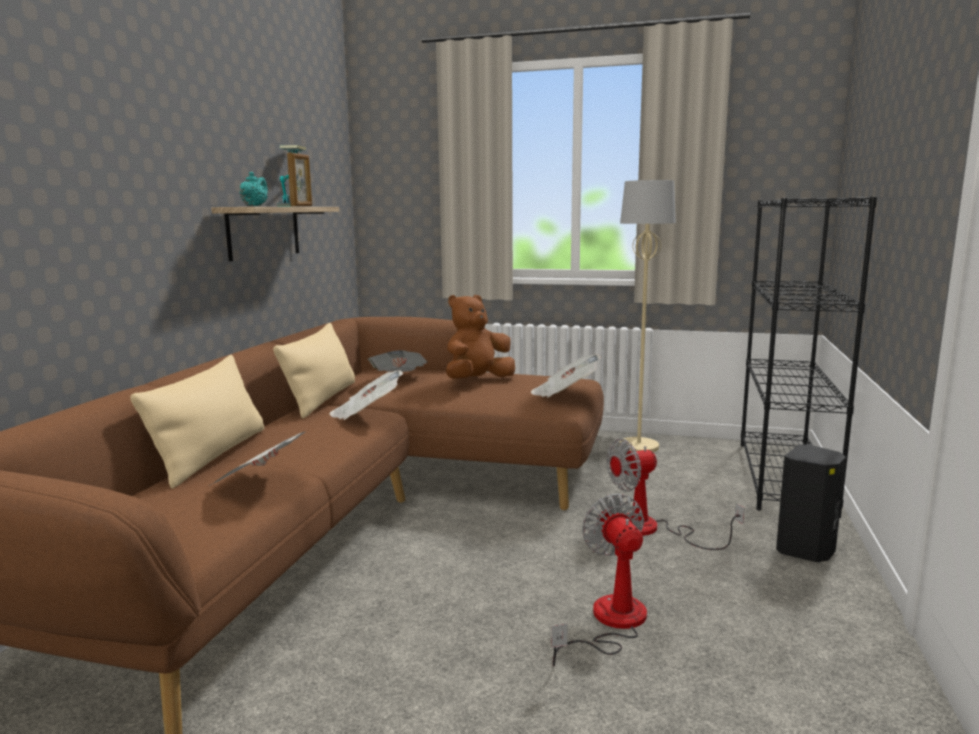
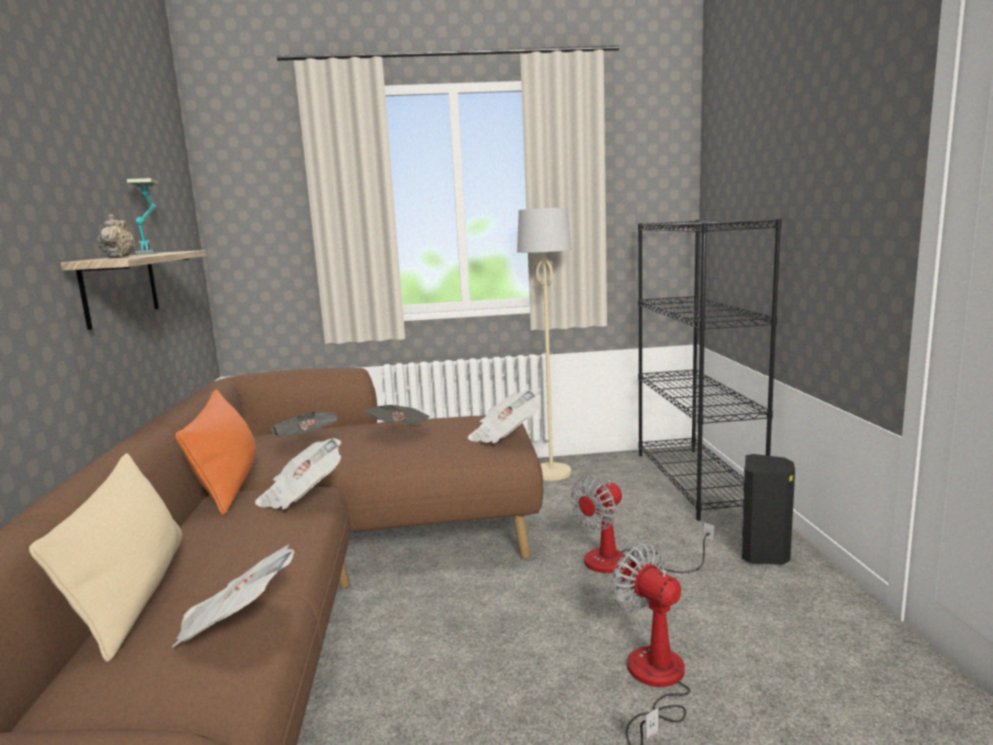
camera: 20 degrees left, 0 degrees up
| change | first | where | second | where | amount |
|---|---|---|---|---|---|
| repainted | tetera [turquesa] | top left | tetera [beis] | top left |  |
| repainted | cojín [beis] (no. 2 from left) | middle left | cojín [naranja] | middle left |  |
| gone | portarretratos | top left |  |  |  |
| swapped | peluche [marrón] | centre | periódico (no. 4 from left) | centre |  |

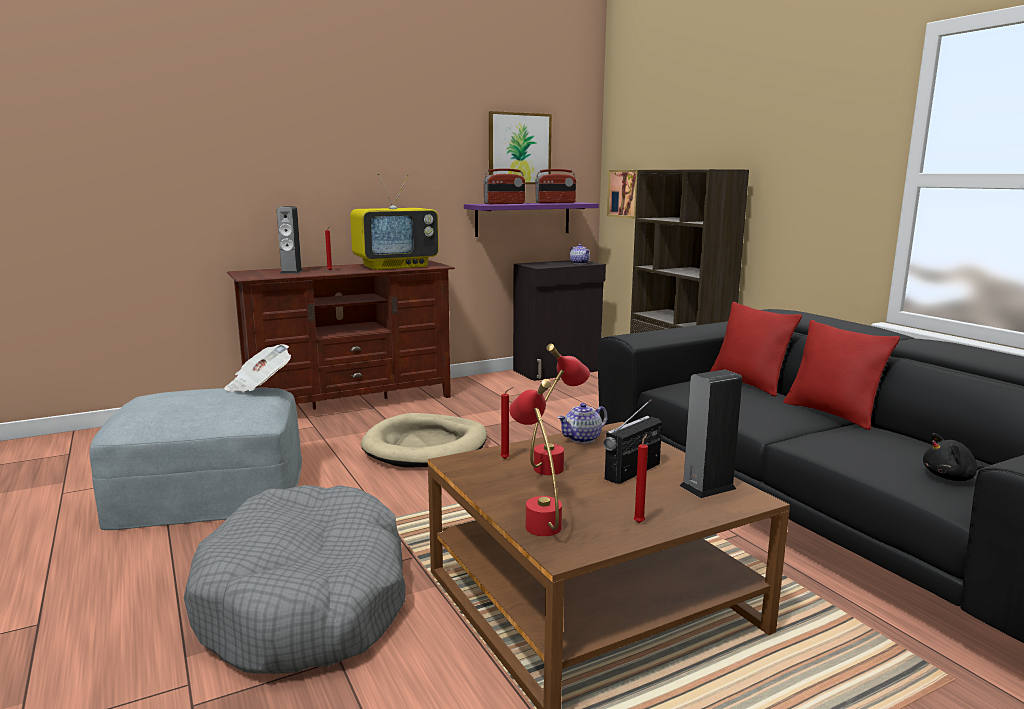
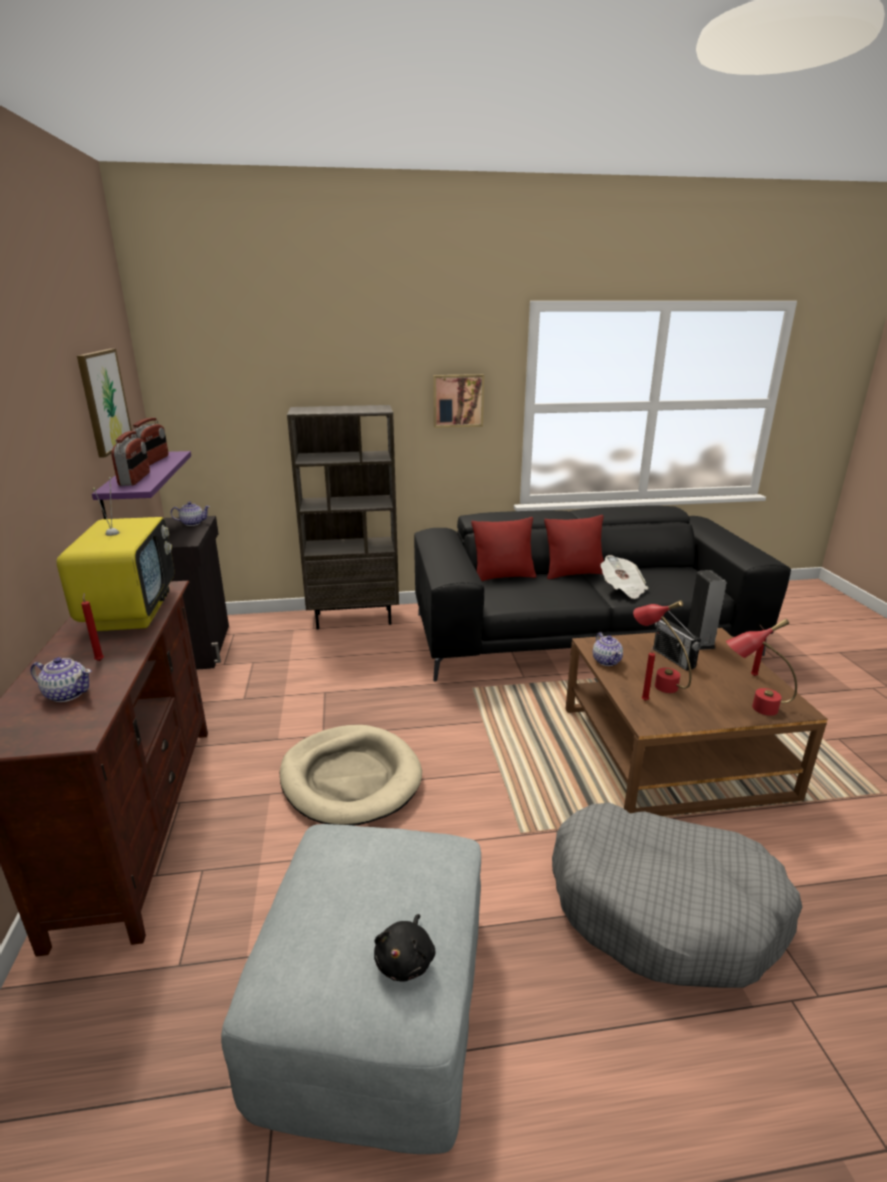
camera: 70 degrees left, 10 degrees up
| change | first | where | second | where | amount |
|---|---|---|---|---|---|
| shifted | periódico | middle left |  | middle right |  |
| swapped | altavoz (no. 1 from left) | middle left | tetera (no. 1 from left) | middle left |  |
| shifted | cuadro (no. 2 from left) | top centre |  | centre |  |
| shifted | peluche [negro] | middle right |  | bottom centre |  |

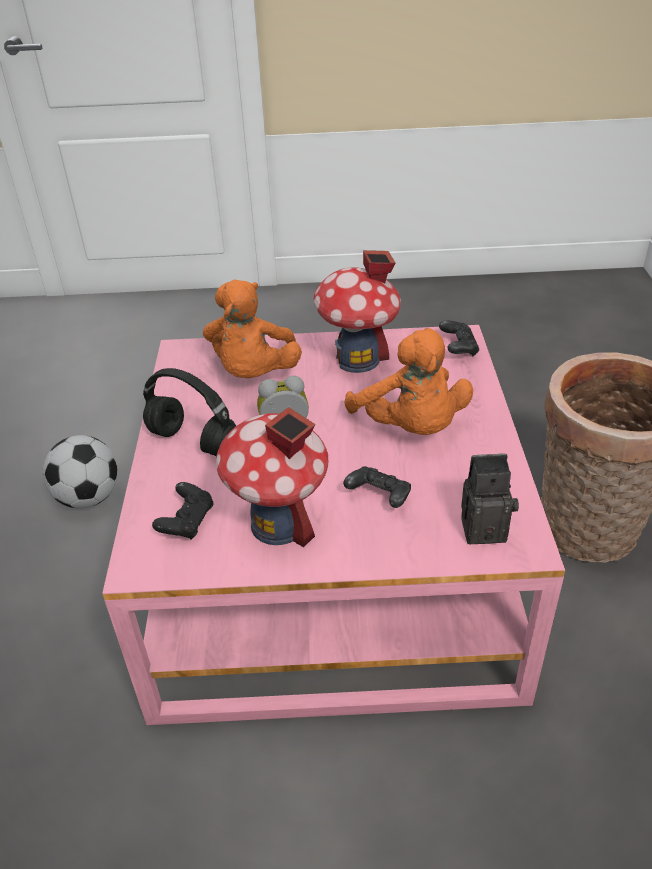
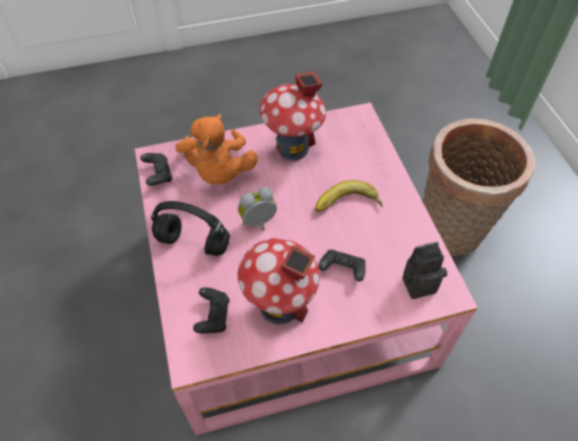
camera: 15 degrees left, 15 degrees up
| change | first | where | second | where | amount |
|---|---|---|---|---|---|
| gone | balón de fútbol | middle left |  |  |  |
| swapped | peluche [naranja] (no. 2 from left) | centre | plátano | centre |  |
| shifted | mando de consola [negro] (no. 3 from left in the first image) | middle right | mando de consola [negro] (no. 1 from left) | middle left |  |

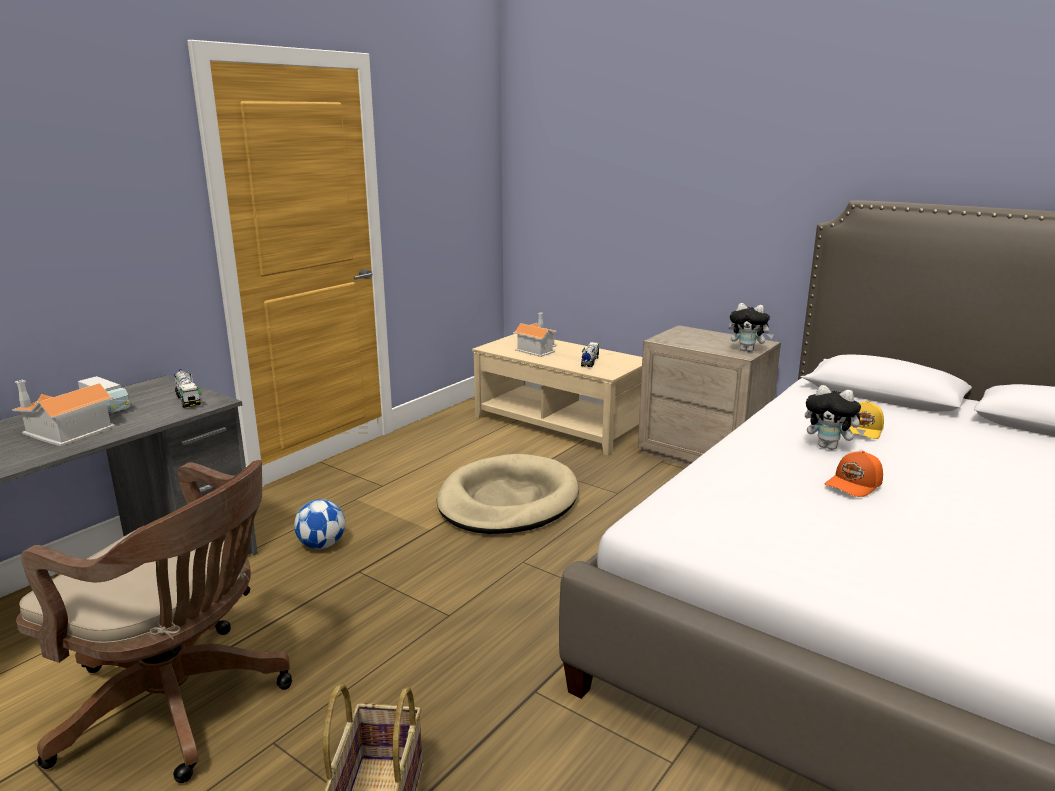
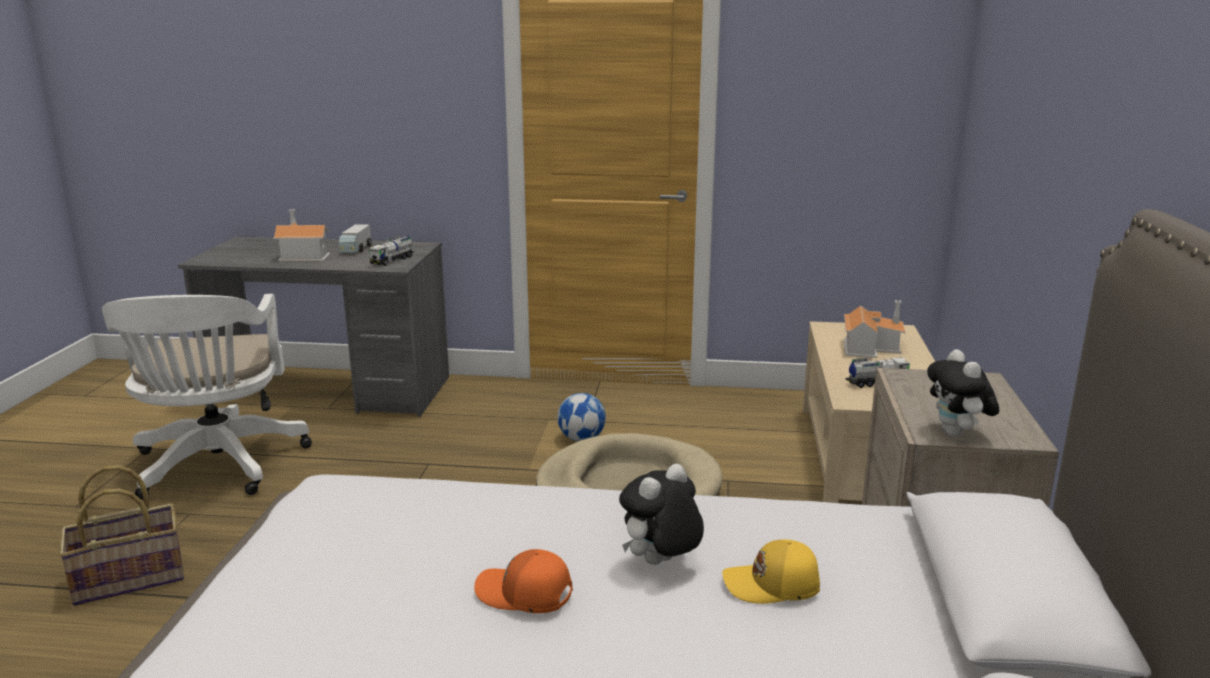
camera: 60 degrees right, 0 degrees up
| change | first | where | second | where | amount |
|---|---|---|---|---|---|
| repainted | silla de oficina [marrón] | bottom left | silla de oficina [blanco] | middle left |  |
| shifted | balón de fútbol | middle left |  | centre |  |
| rotated | peluche (no. 2 from left in the first image) | middle right | peluche (no. 1 from left) | bottom centre | 45 degrees clockwise |

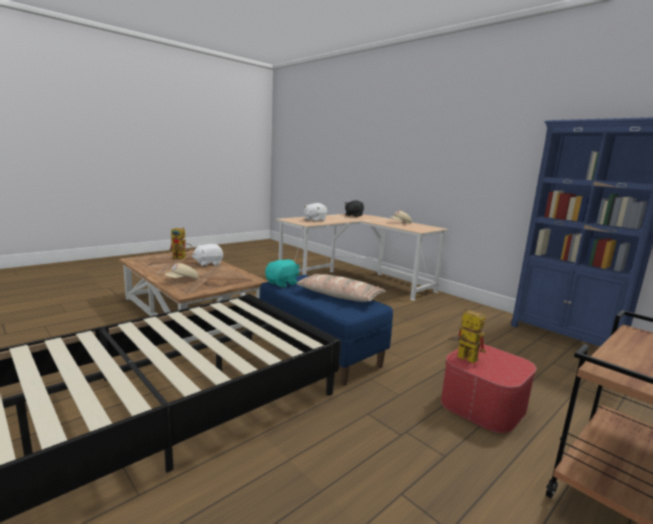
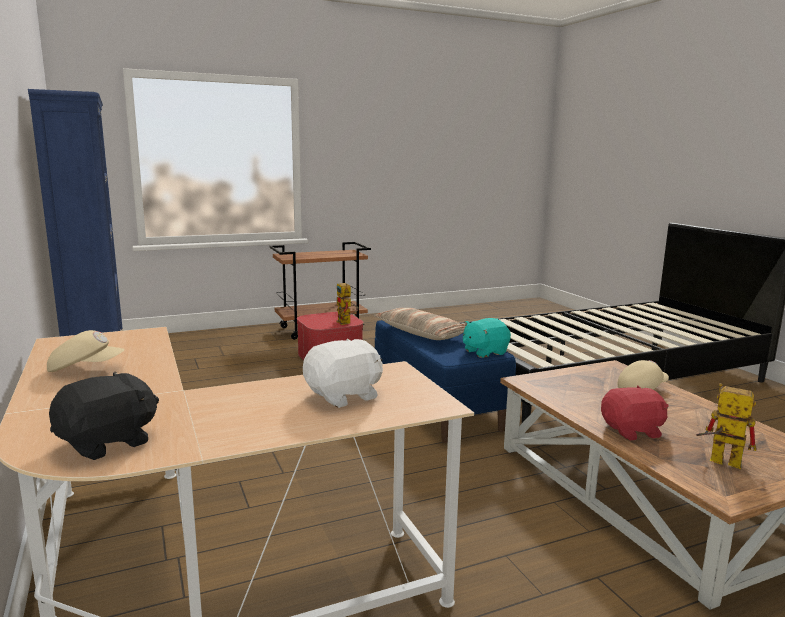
camera: 160 degrees left, 0 degrees up
| change | first | where | second | where | amount |
|---|---|---|---|---|---|
| repainted | peluche [blanco] (no. 1 from left) | middle left | peluche [rojo] | bottom right |  |

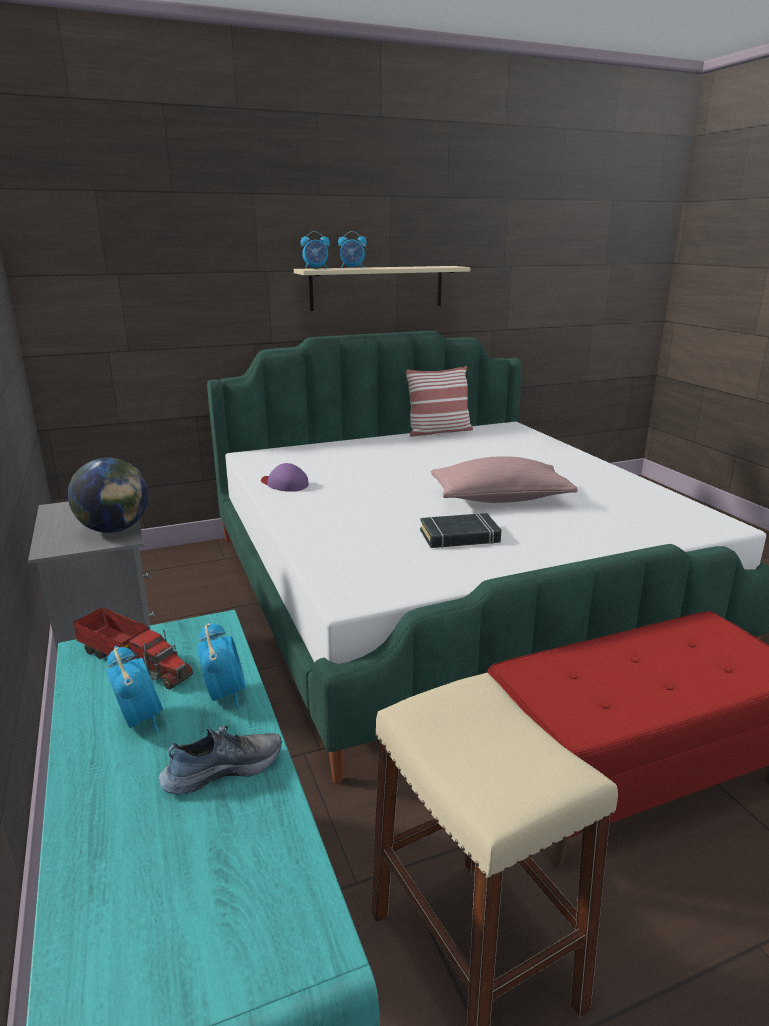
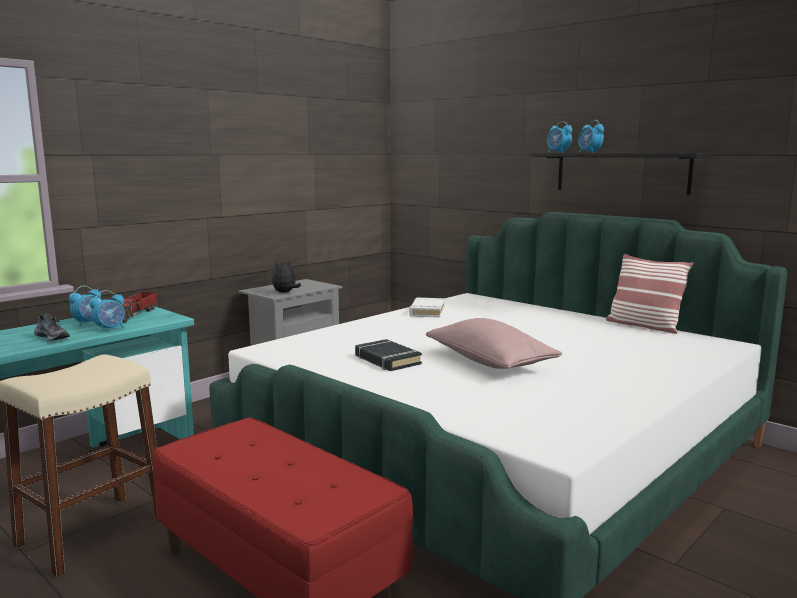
camera: 65 degrees right, 10 degrees down
| change | first | where | second | where | amount |
|---|---|---|---|---|---|
| swapped | globo terráqueo | middle left | peluche | centre |  |
| swapped | gorra [morado] | centre | libro [blanco] | centre |  |
| repainted | estante [beis] | top centre | estante [negro] | top right |  |

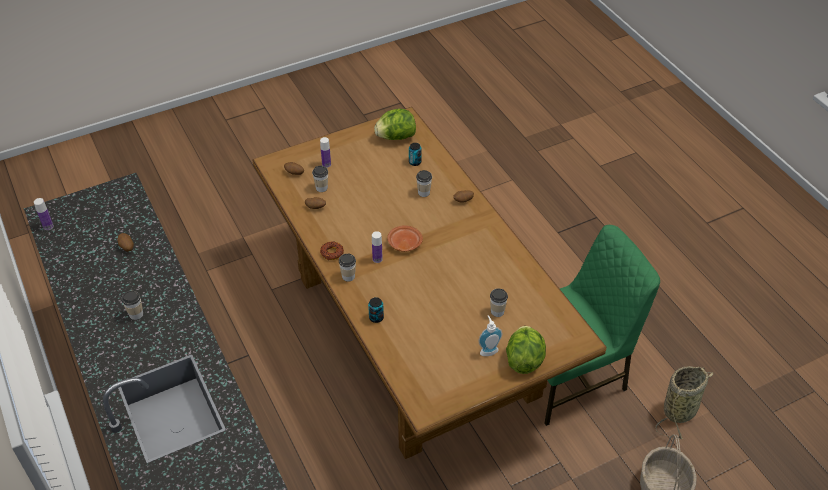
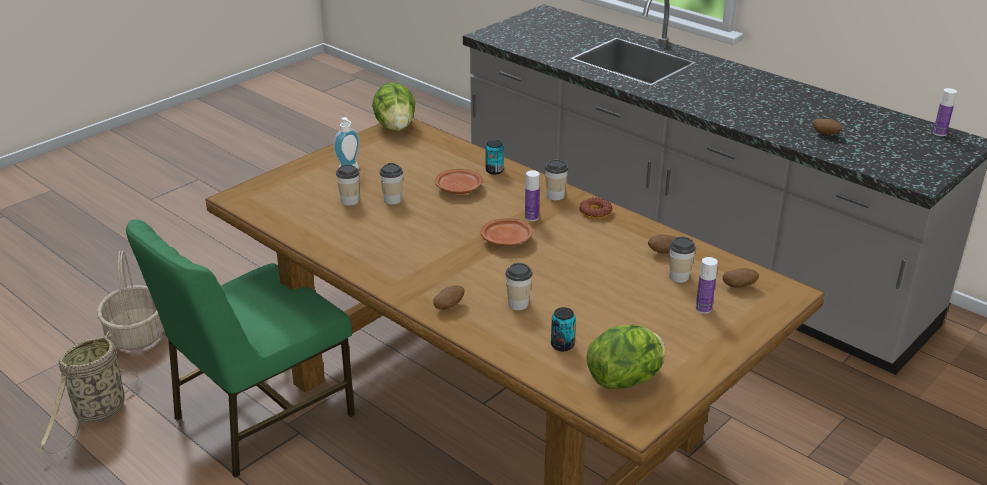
camera: 160 degrees right, 15 degrees down
| change | first | where | second | where | amount |
|---|---|---|---|---|---|
| shifted | taza (no. 1 from left in the first image) | middle left | taza (no. 2 from left) | centre |  |
| shifted | lechuga (no. 2 from left in the first image) | bottom centre | lechuga (no. 1 from left) | top centre |  |
| new |  |  | plato [marrón] (no. 1 from left) | centre |  |

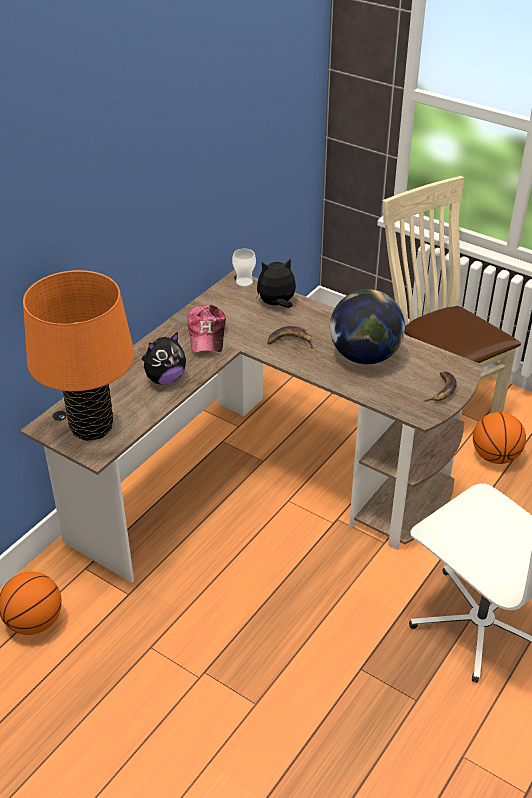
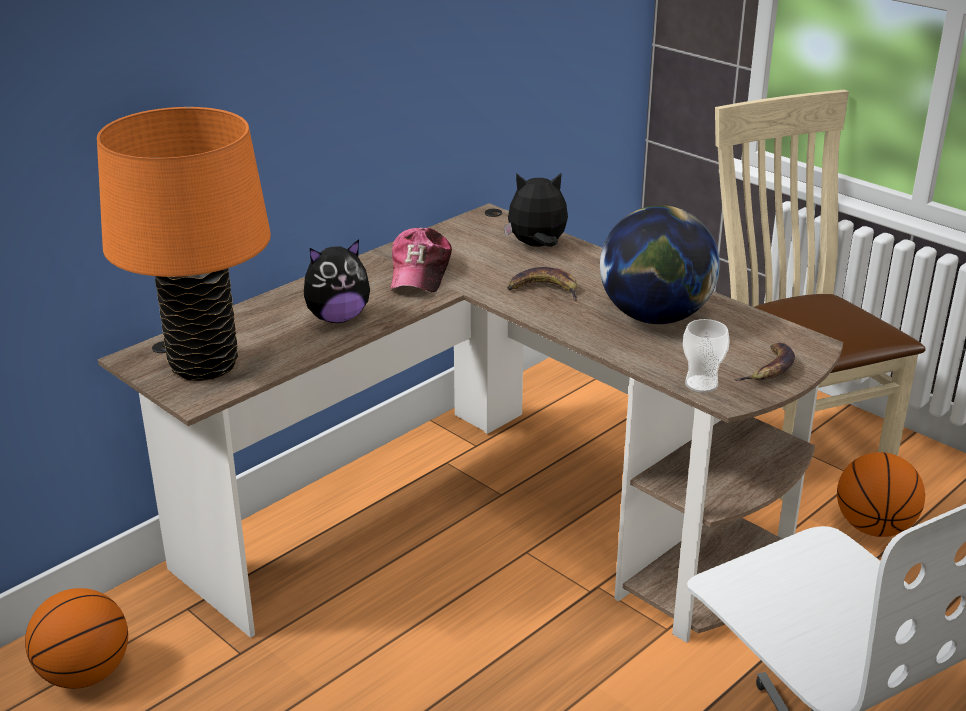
camera: 10 degrees right, 10 degrees down
| change | first | where | second | where | amount |
|---|---|---|---|---|---|
| shifted | taza | centre |  | middle right |  |

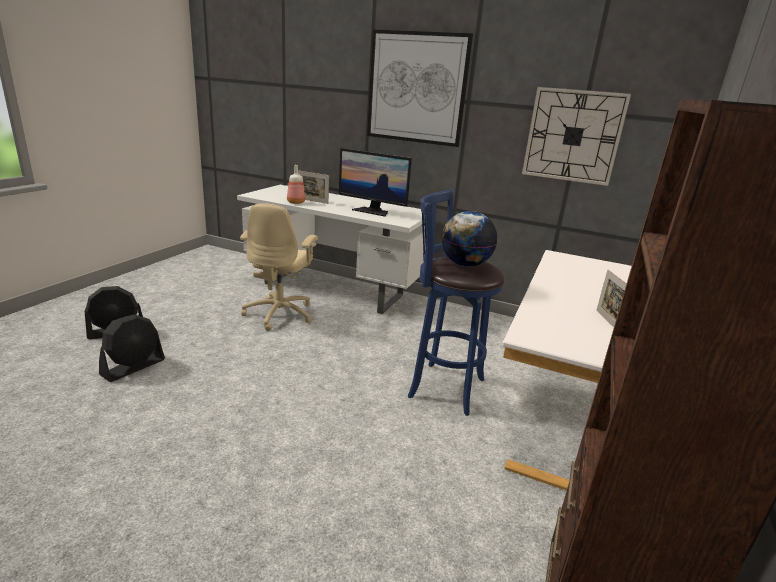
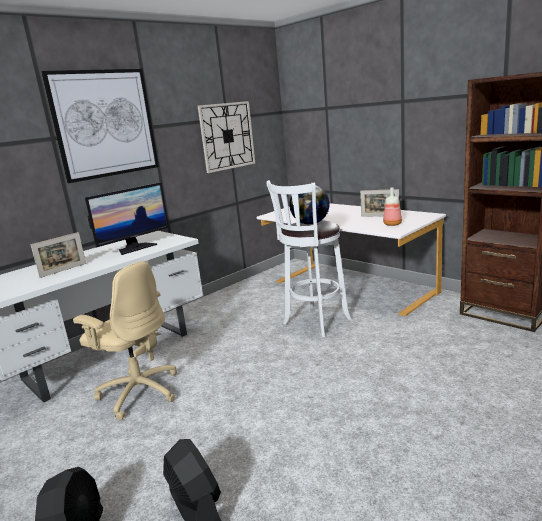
camera: 65 degrees left, 5 degrees down
| change | first | where | second | where | amount |
|---|---|---|---|---|---|
| shifted | botella | top centre |  | middle right |  |
| repainted | taburete [azul] | centre | taburete [blanco] | centre |  |

